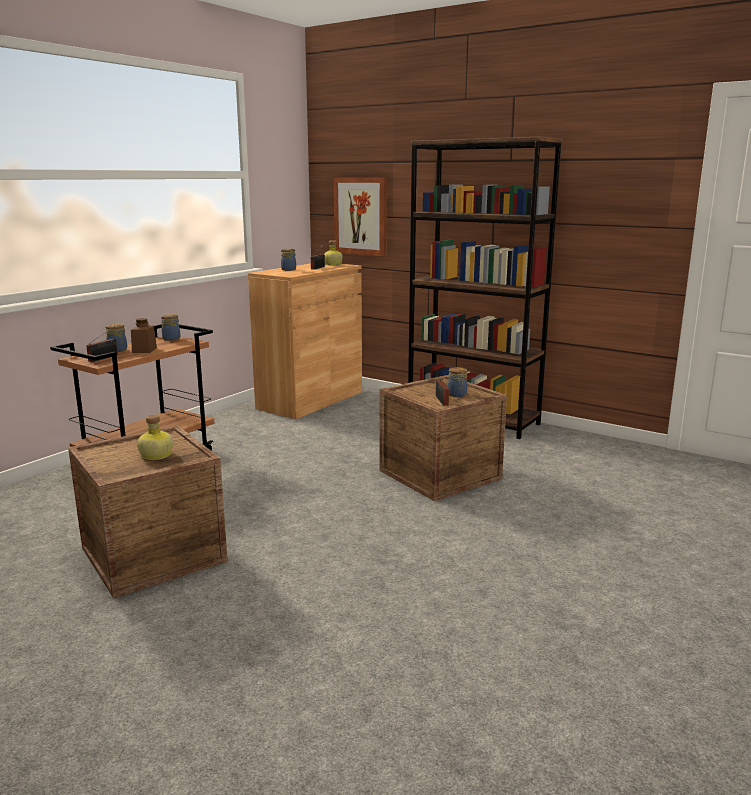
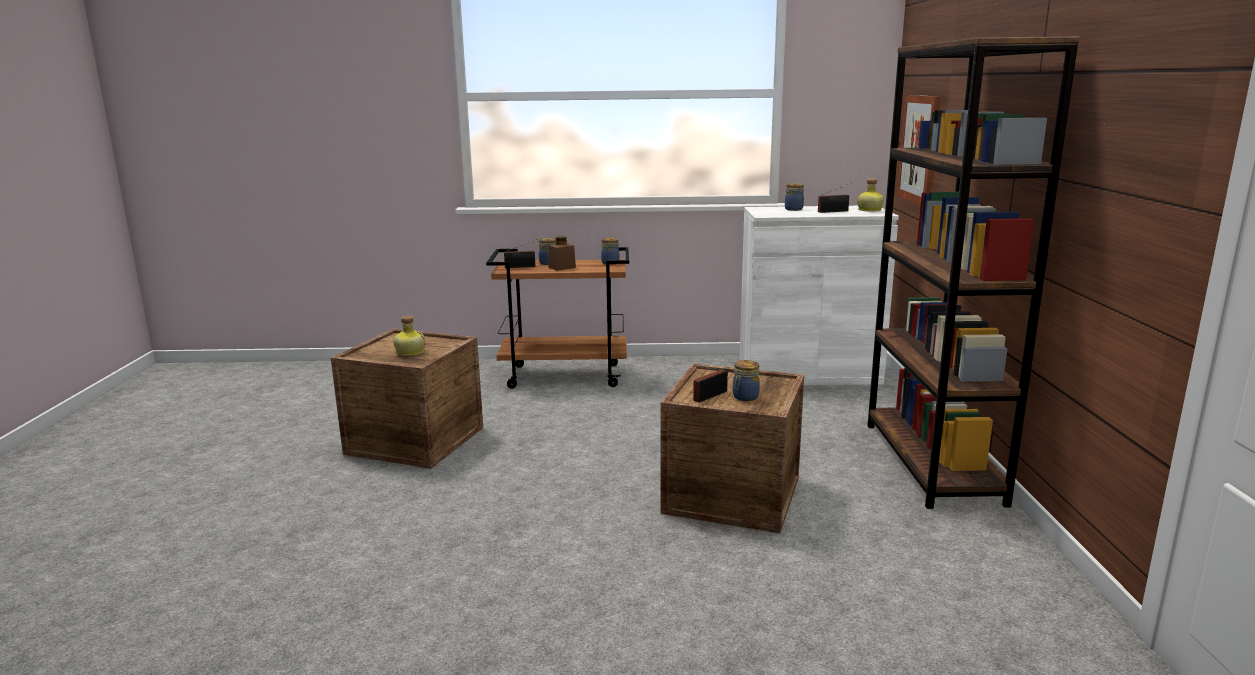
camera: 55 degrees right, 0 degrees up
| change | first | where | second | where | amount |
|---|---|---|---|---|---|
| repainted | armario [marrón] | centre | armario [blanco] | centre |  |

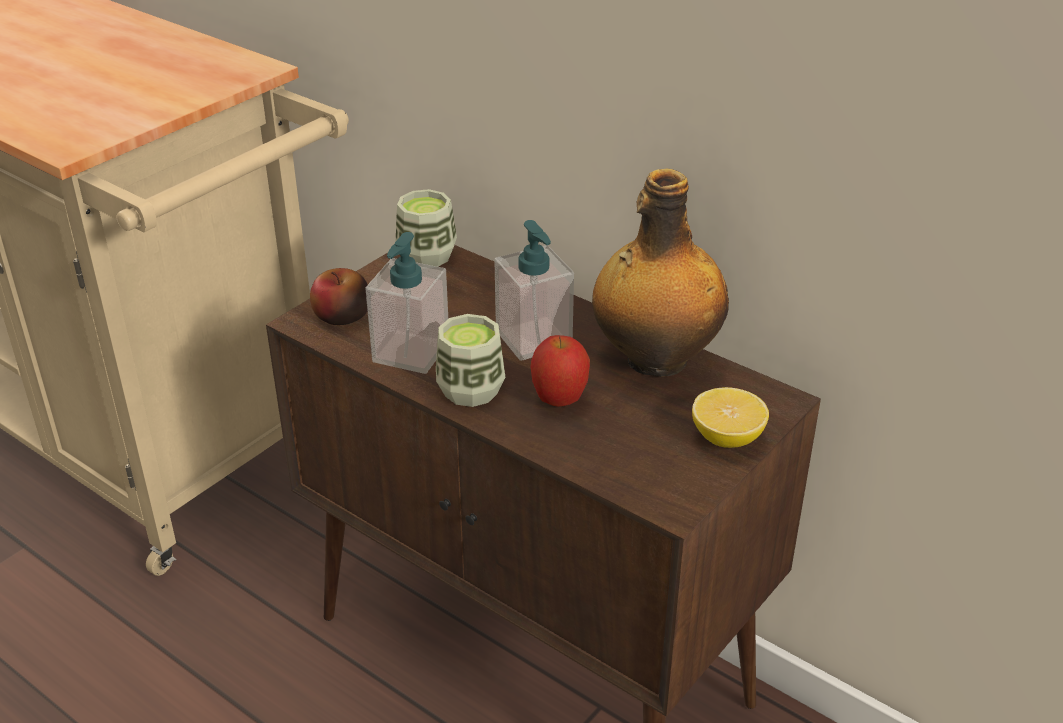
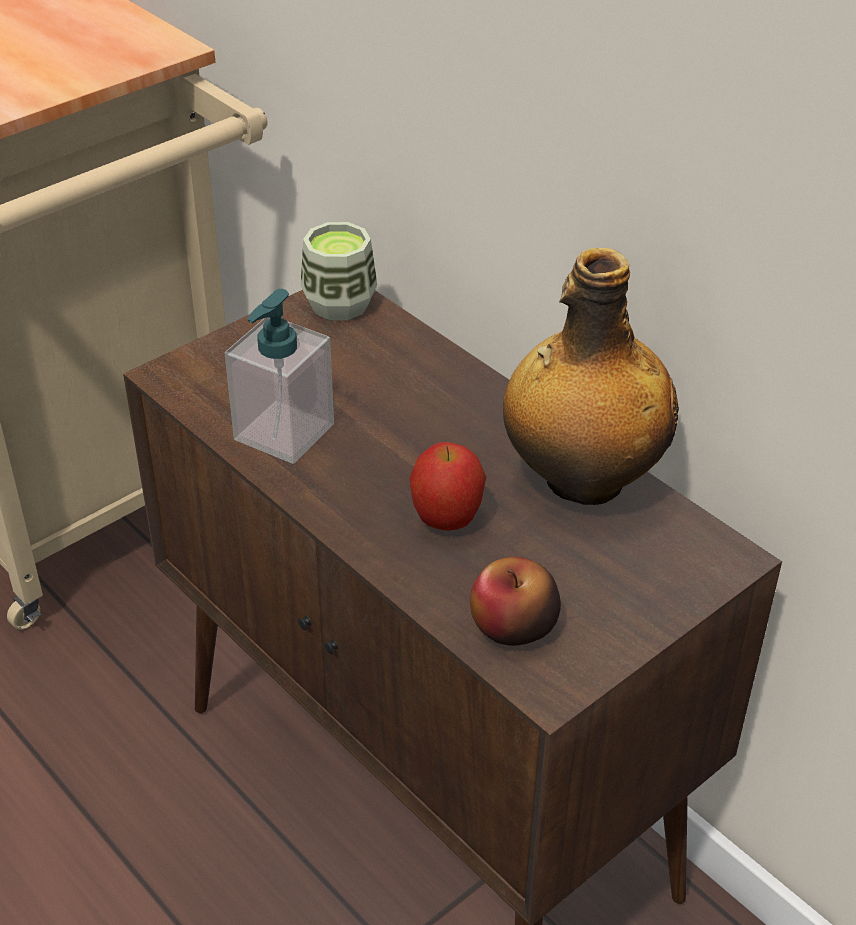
camera: 10 degrees right, 5 degrees up
| change | first | where | second | where | amount |
|---|---|---|---|---|---|
| shifted | manzana (no. 1 from left in the first image) | middle left | manzana (no. 2 from left) | centre |  |
| gone | taza (no. 2 from left) | centre |  |  |  |
| gone | dispensador de jabón (no. 2 from left) | centre |  |  |  |
| gone | limón | middle right |  |  |  |

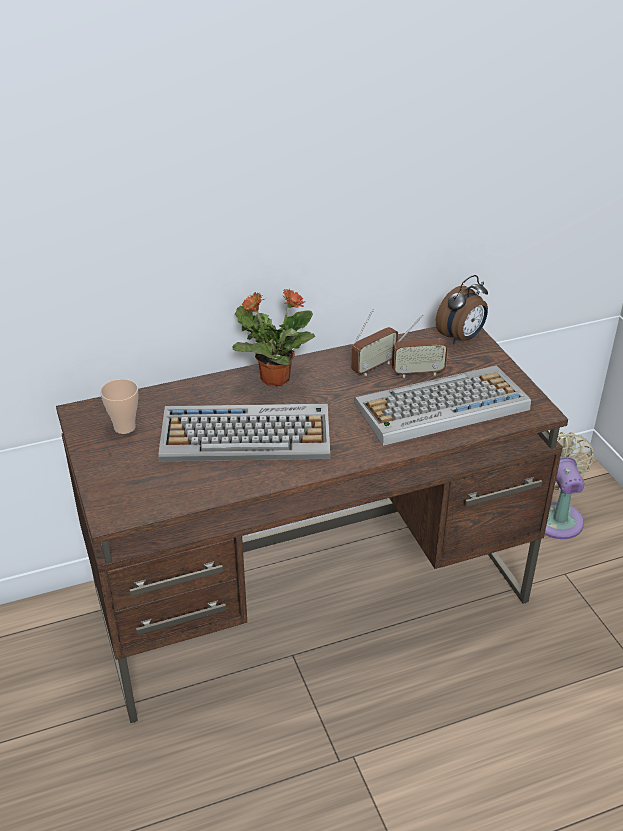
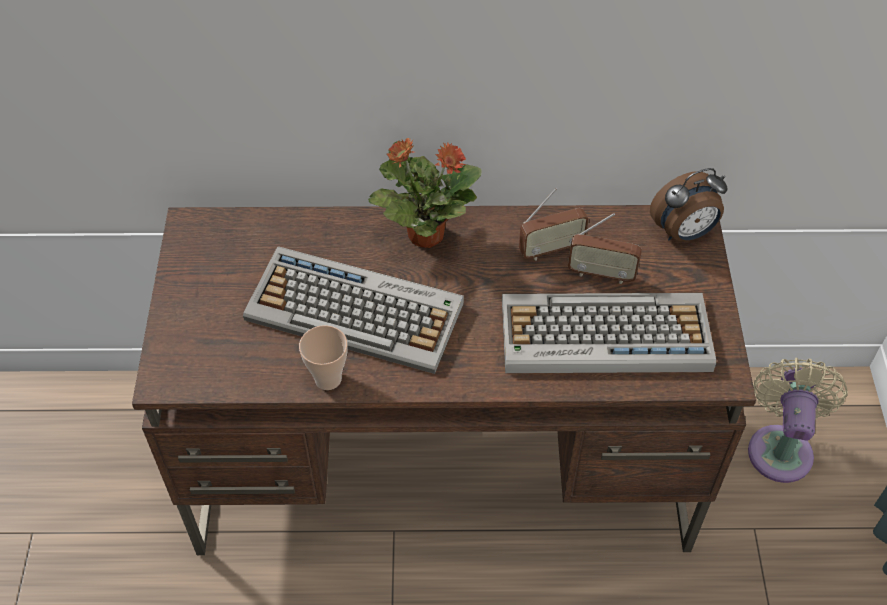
camera: 20 degrees right, 15 degrees up
| change | first | where | second | where | amount |
|---|---|---|---|---|---|
| shifted | taza | middle left |  | centre |  |

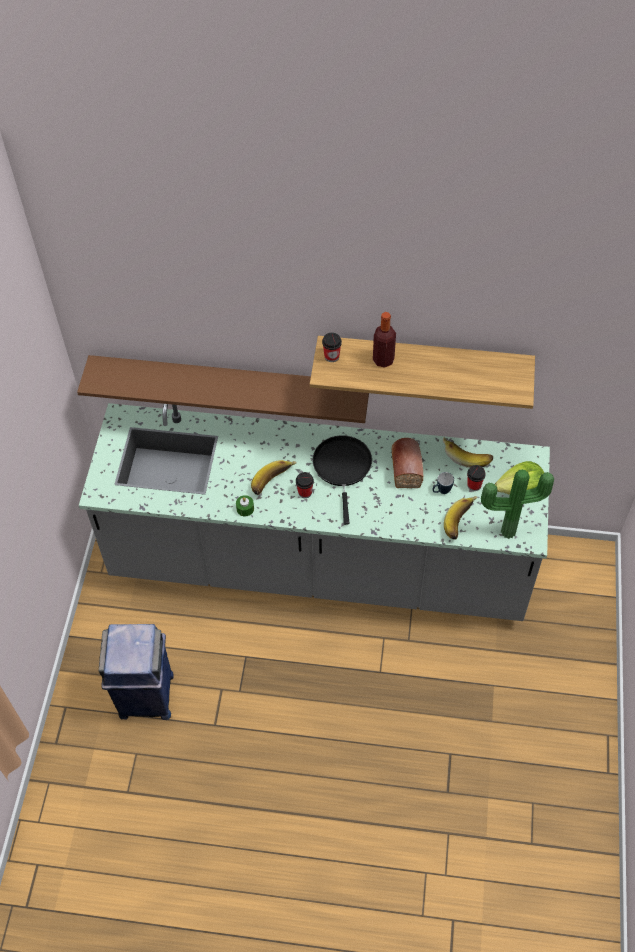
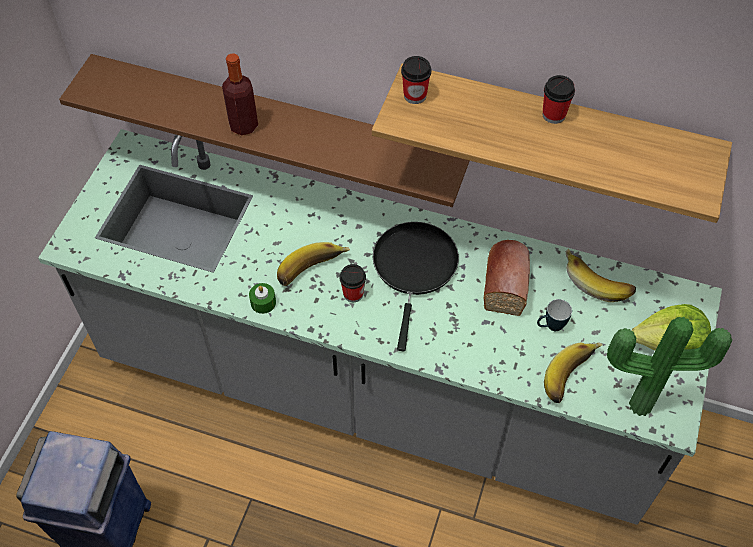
camera: 10 degrees right, 0 degrees up
| change | first | where | second | where | amount |
|---|---|---|---|---|---|
| shifted | botella | centre |  | top left |  |
| shifted | taza (no. 3 from left) | middle right |  | top right |  |

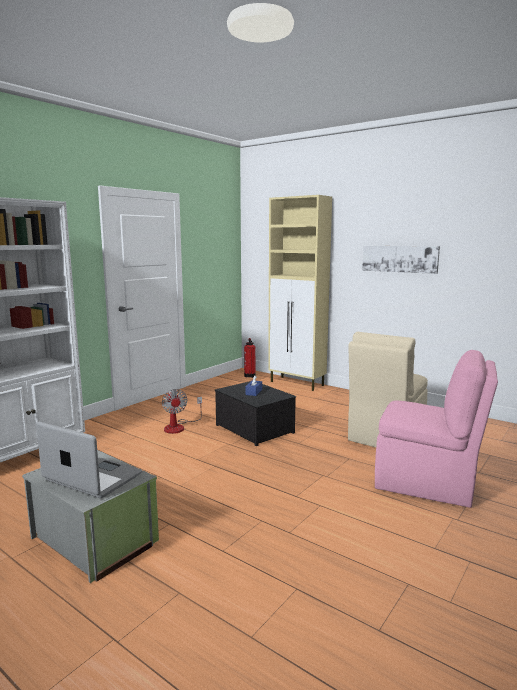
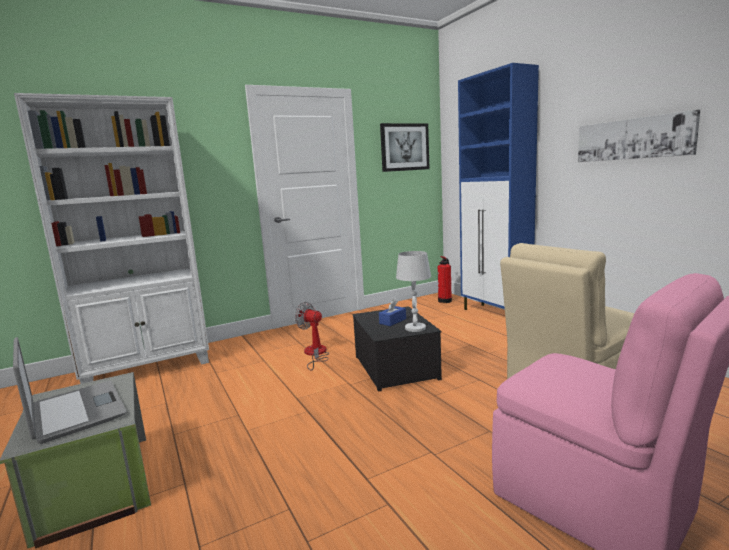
camera: 25 degrees right, 0 degrees up
| change | first | where | second | where | amount |
|---|---|---|---|---|---|
| rotated | ventilador | centre |  | centre | 120 degrees clockwise |
| repainted | armario [beis] | centre | armario [azul] | middle right |  |
| new |  |  | cuadro (no. 1 from left) | top centre |  |
| new |  |  | lámpara de mesa [blanco] | centre |  |

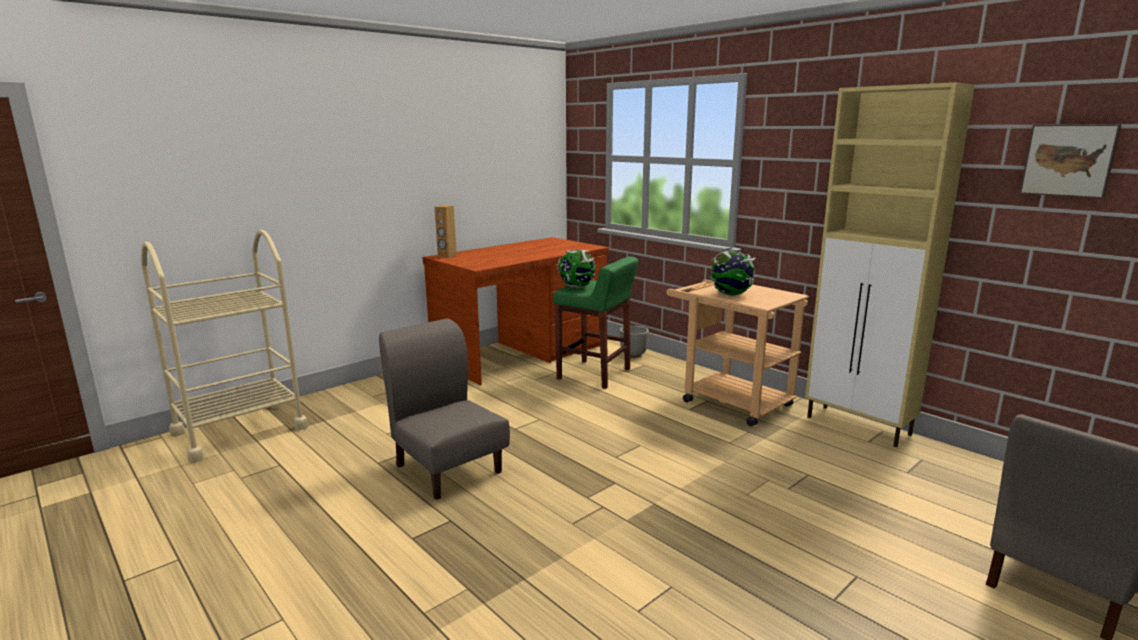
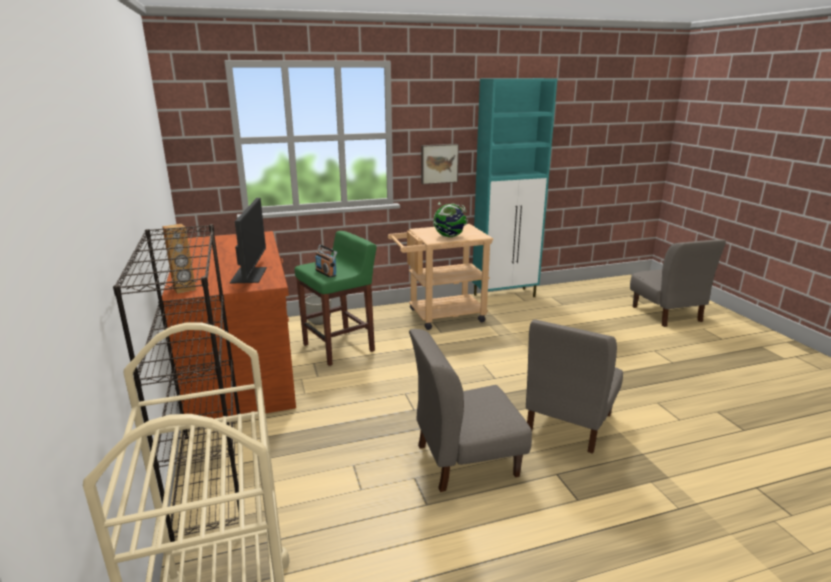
camera: 65 degrees left, 5 degrees up
| change | first | where | second | where | amount |
|---|---|---|---|---|---|
| swapped | globo terráqueo (no. 1 from left) | centre | radio | centre |  |
| repainted | armario [beis] | middle right | armario [turquesa] | top centre |  |
| shifted | cuadro | top right |  | top centre |  |
| new |  |  | estantería [negro] | middle left |  |
| new |  |  | monitor | middle left |  |
| new |  |  | silla [gris] (no. 2 from left) | middle right |  |

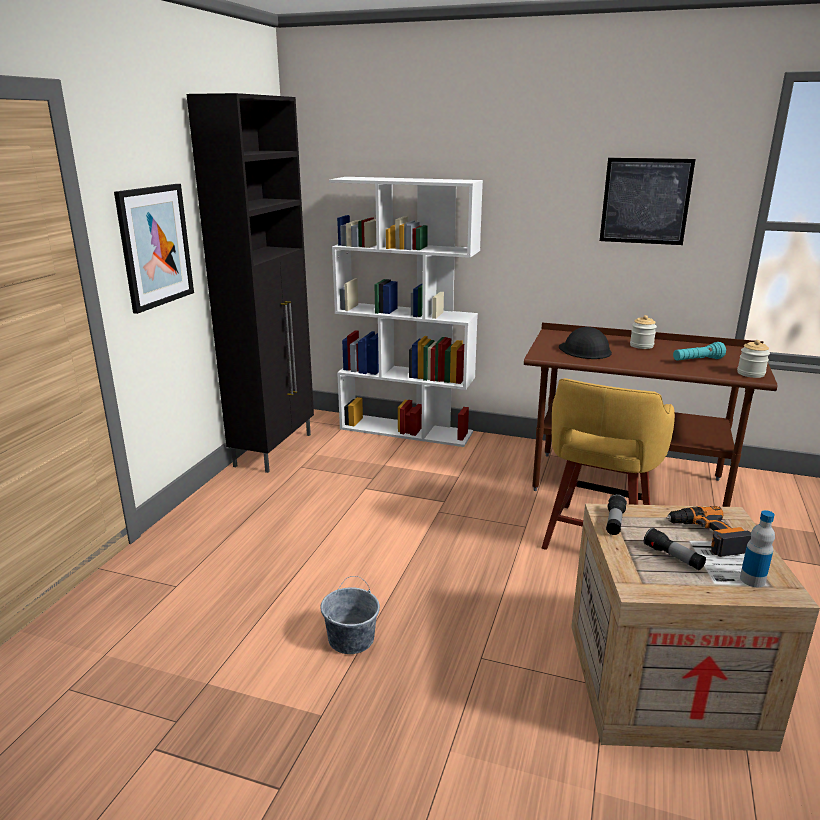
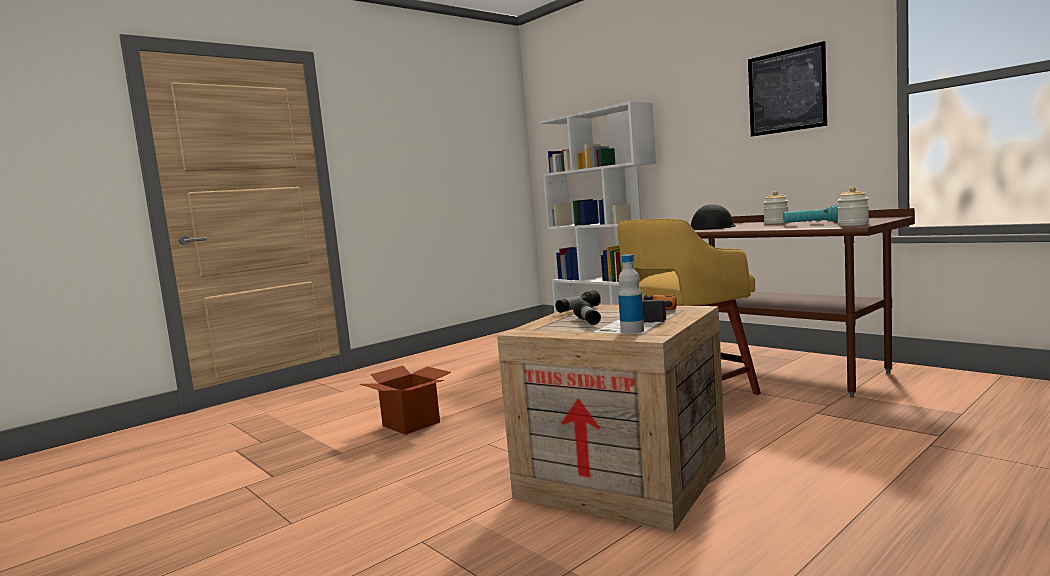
camera: 30 degrees right, 15 degrees down
| change | first | where | second | where | amount |
|---|---|---|---|---|---|
| gone | cuadro (no. 1 from left) | top left |  |  |  |
| gone | armario [negro] | middle left |  |  |  |
| swapped | cubo [gris] | bottom centre | caja de cartón | bottom centre |  |

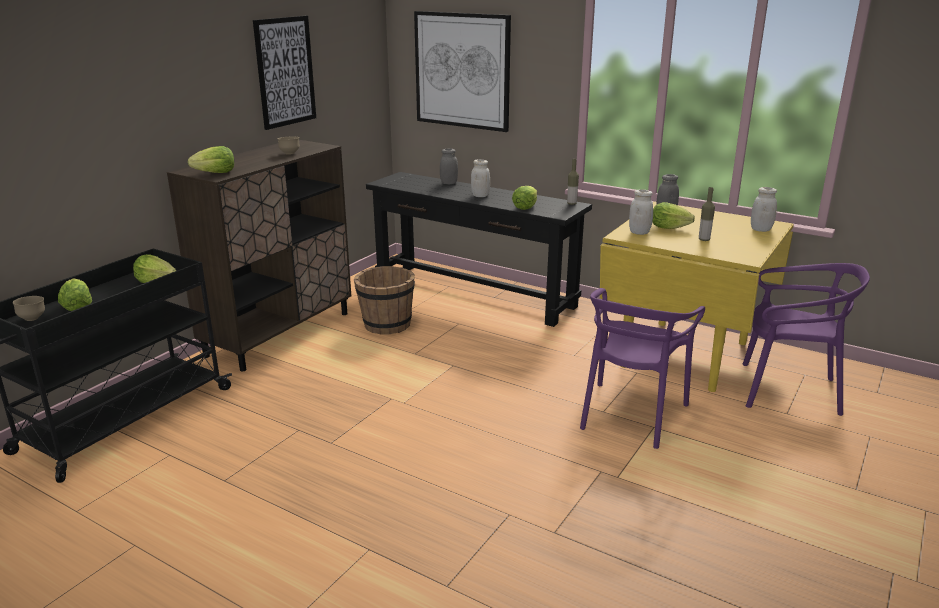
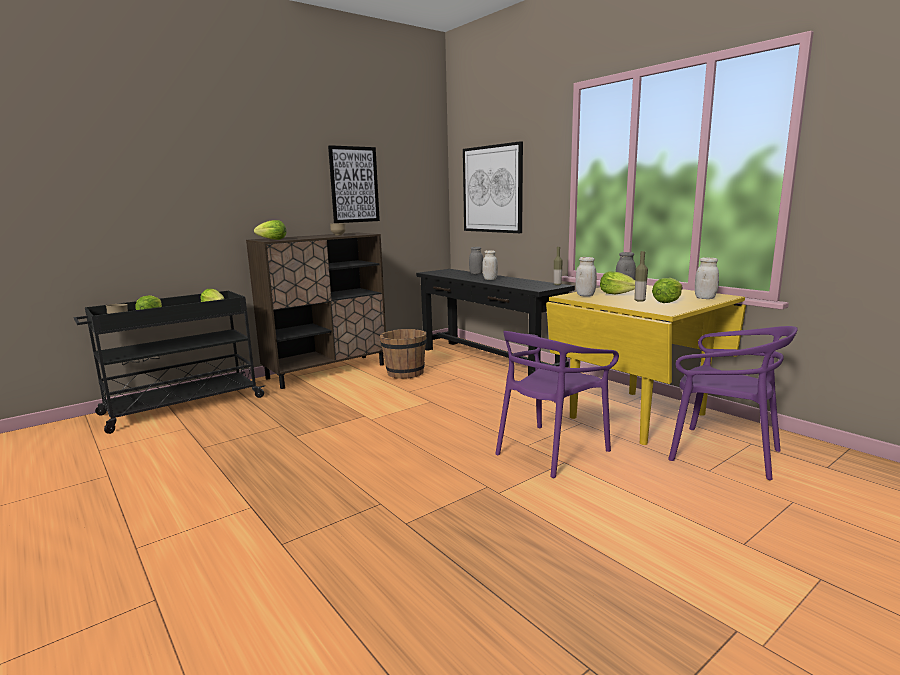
camera: 20 degrees right, 10 degrees down
| change | first | where | second | where | amount |
|---|---|---|---|---|---|
| shifted | lechuga (no. 4 from left in the first image) | top centre | lechuga (no. 5 from left) | middle right |  |

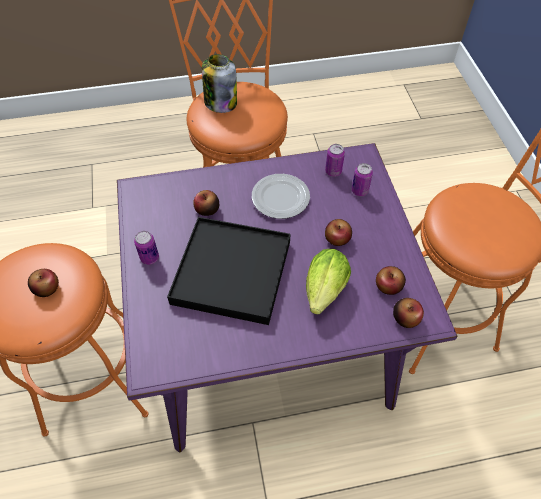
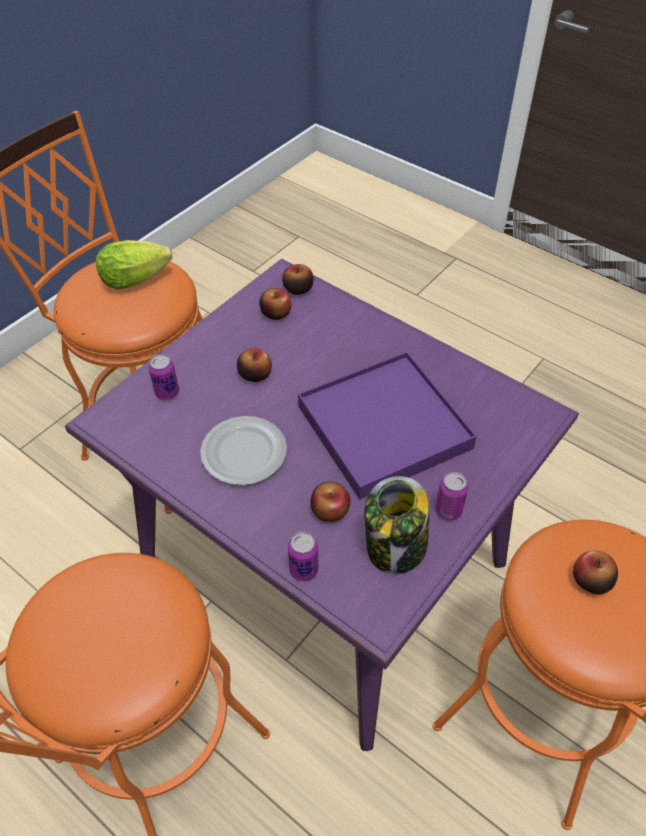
camera: 130 degrees left, 5 degrees down
| change | first | where | second | where | amount |
|---|---|---|---|---|---|
| repainted | bandeja [negro] | centre | bandeja [morado] | centre |  |
| shifted | tarro | top centre |  | centre |  |
| shifted | lechuga | centre |  | top left |  |
| shifted | lata (no. 2 from left) | top centre |  | centre |  |

